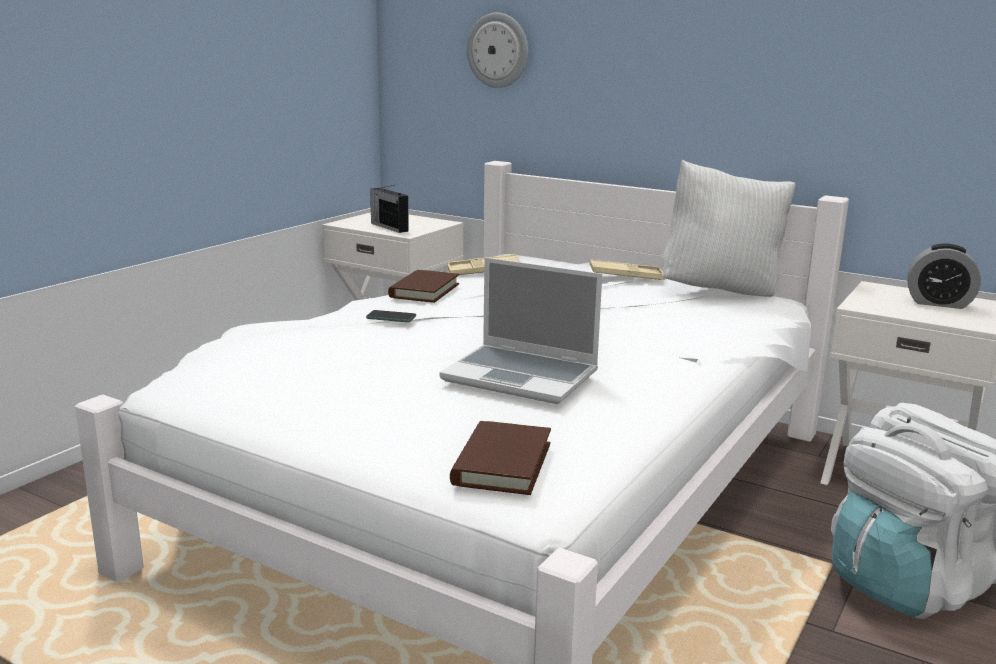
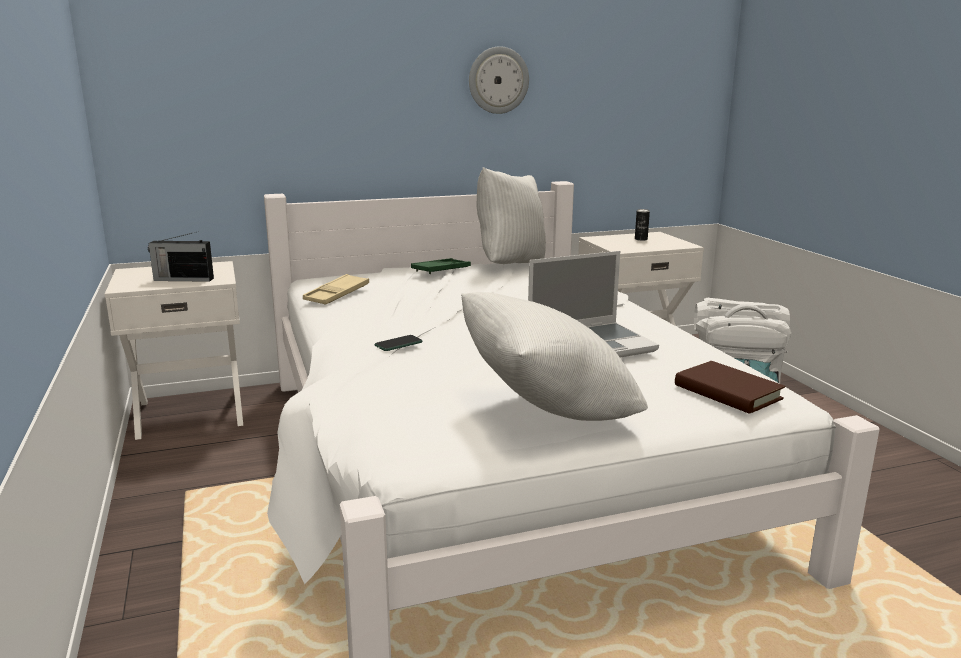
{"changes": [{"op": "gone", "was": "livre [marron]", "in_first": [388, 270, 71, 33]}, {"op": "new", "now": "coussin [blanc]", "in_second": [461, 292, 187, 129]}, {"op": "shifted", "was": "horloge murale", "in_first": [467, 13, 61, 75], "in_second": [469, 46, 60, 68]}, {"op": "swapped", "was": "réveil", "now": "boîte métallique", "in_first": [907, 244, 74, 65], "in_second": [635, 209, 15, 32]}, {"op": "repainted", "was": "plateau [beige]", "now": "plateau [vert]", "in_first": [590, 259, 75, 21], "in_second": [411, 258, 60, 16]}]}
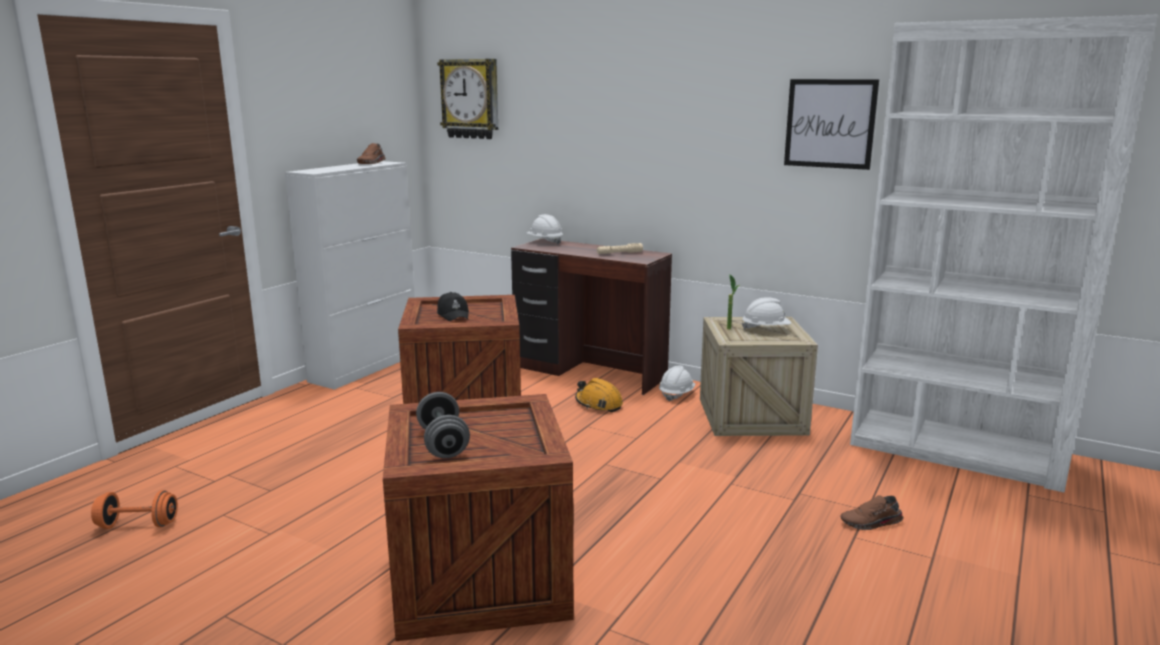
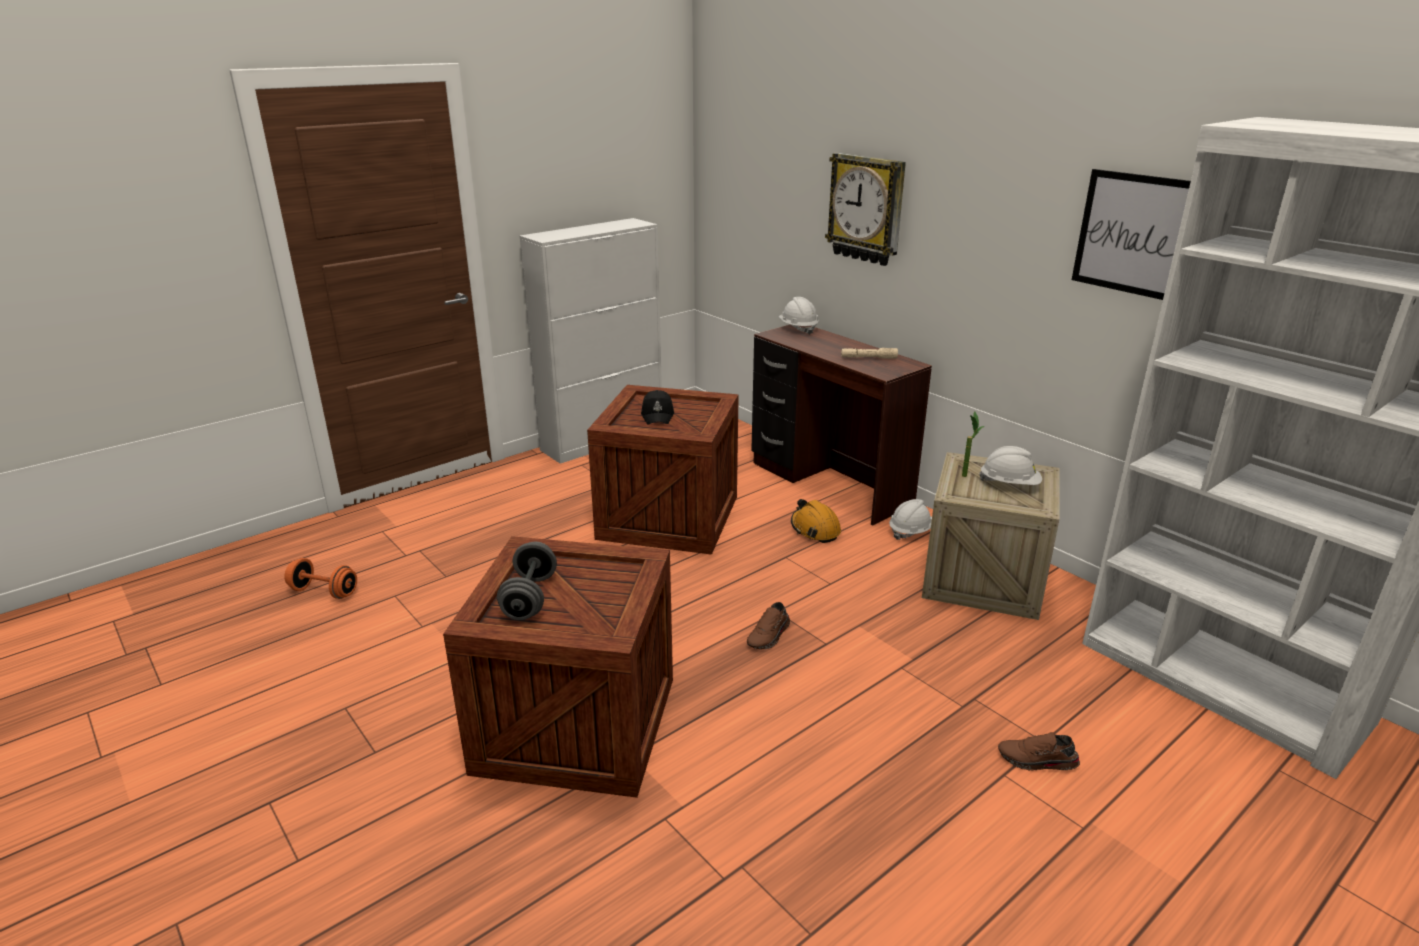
{"changes": [{"op": "shifted", "was": "chaussure [marron]", "in_first": [357, 143, 29, 21], "in_second": [747, 602, 43, 48]}, {"op": "shifted", "was": "horloge murale", "in_first": [437, 59, 61, 80], "in_second": [825, 153, 81, 113]}]}
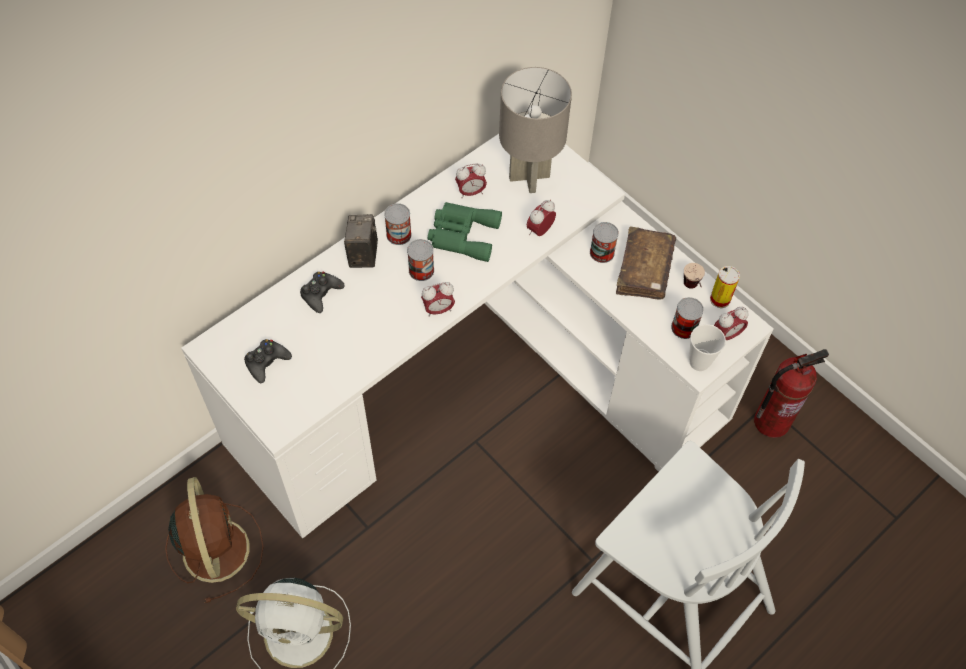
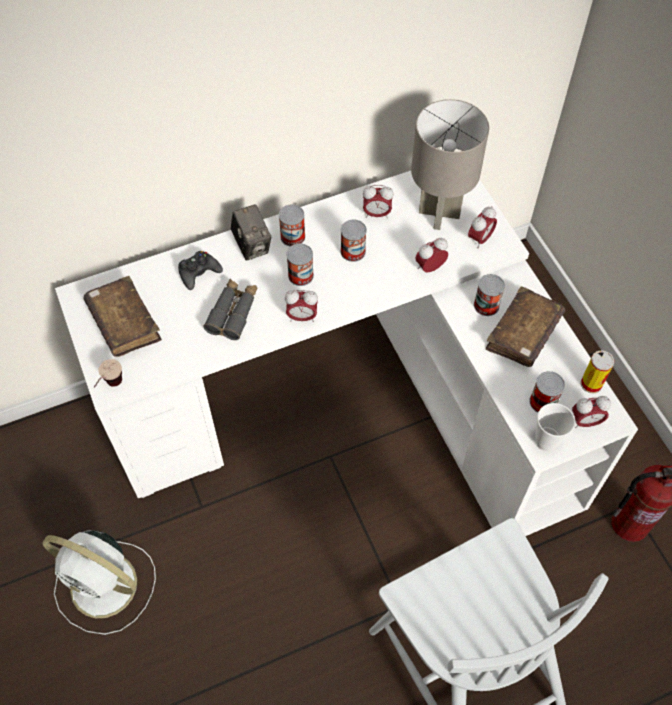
{"changes": [{"op": "gone", "was": "ventilateur [marron]", "in_first": [165, 477, 99, 126]}, {"op": "new", "now": "jumelles [gris]", "in_second": [203, 279, 54, 61]}, {"op": "new", "now": "réveil", "in_second": [468, 207, 29, 41]}, {"op": "shifted", "was": "tasse", "in_first": [684, 263, 21, 26], "in_second": [94, 359, 28, 29]}, {"op": "swapped", "was": "manette [noir]", "now": "livre [marron]", "in_first": [244, 339, 48, 44], "in_second": [83, 276, 79, 81]}, {"op": "swapped", "was": "jumelles [vert]", "now": "boîte métallique", "in_first": [428, 202, 74, 60], "in_second": [340, 220, 27, 42]}, {"op": "rotated", "was": "appareil photo", "in_first": [344, 214, 34, 54], "in_second": [231, 205, 40, 56], "clockwise": 135}]}
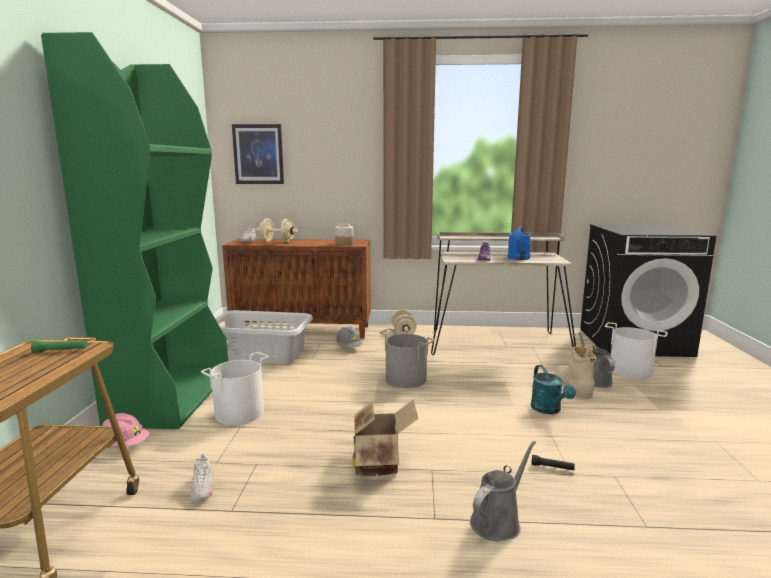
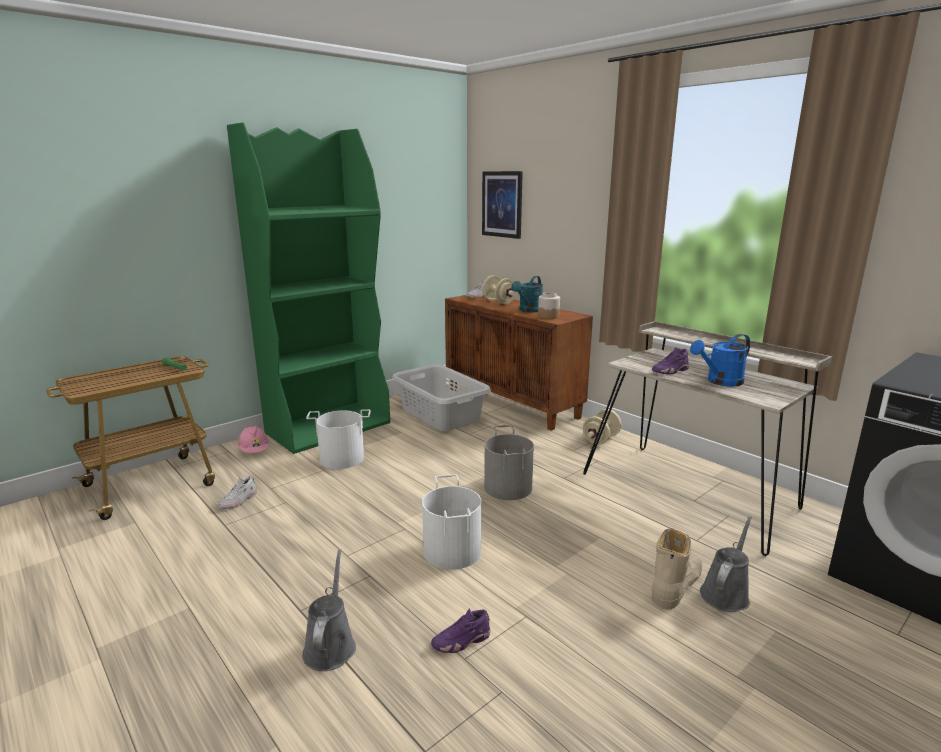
{"changes": [{"op": "gone", "was": "casque de chantier [gris]", "in_first": [336, 326, 26, 21]}, {"op": "gone", "was": "carton", "in_first": [353, 400, 65, 76]}, {"op": "shifted", "was": "arrosoir [turquoise]", "in_first": [531, 365, 45, 49], "in_second": [511, 276, 32, 37]}, {"op": "shifted", "was": "seau [blanc]", "in_first": [605, 322, 63, 57], "in_second": [422, 474, 60, 96]}, {"op": "swapped", "was": "lampe de poche [noir]", "now": "chaussure [violet]", "in_first": [531, 455, 44, 16], "in_second": [431, 609, 59, 44]}, {"op": "rotated", "was": "arrosoir [gris]", "in_first": [470, 441, 66, 100], "in_second": [302, 549, 54, 122], "clockwise": -90}]}
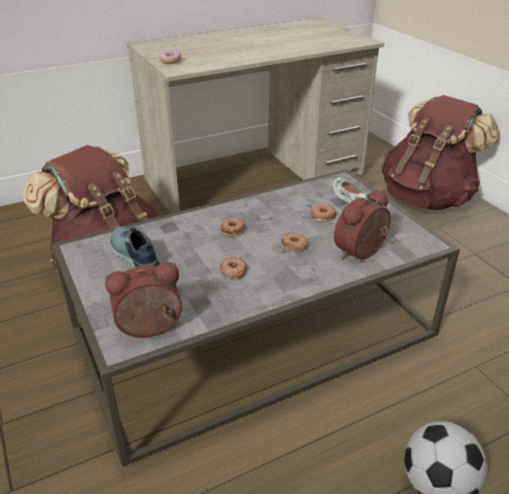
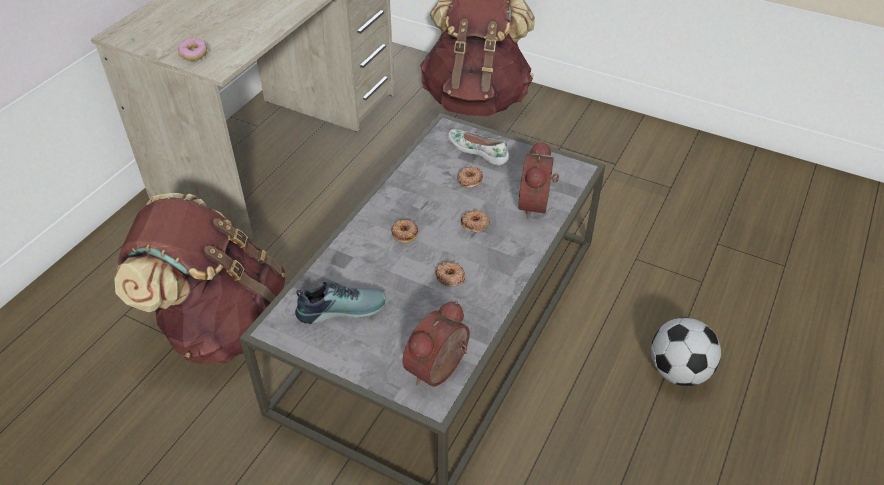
{"changes": [{"op": "rotated", "was": "chaussure", "in_first": [110, 227, 50, 41], "in_second": [295, 281, 91, 43], "clockwise": 150}]}
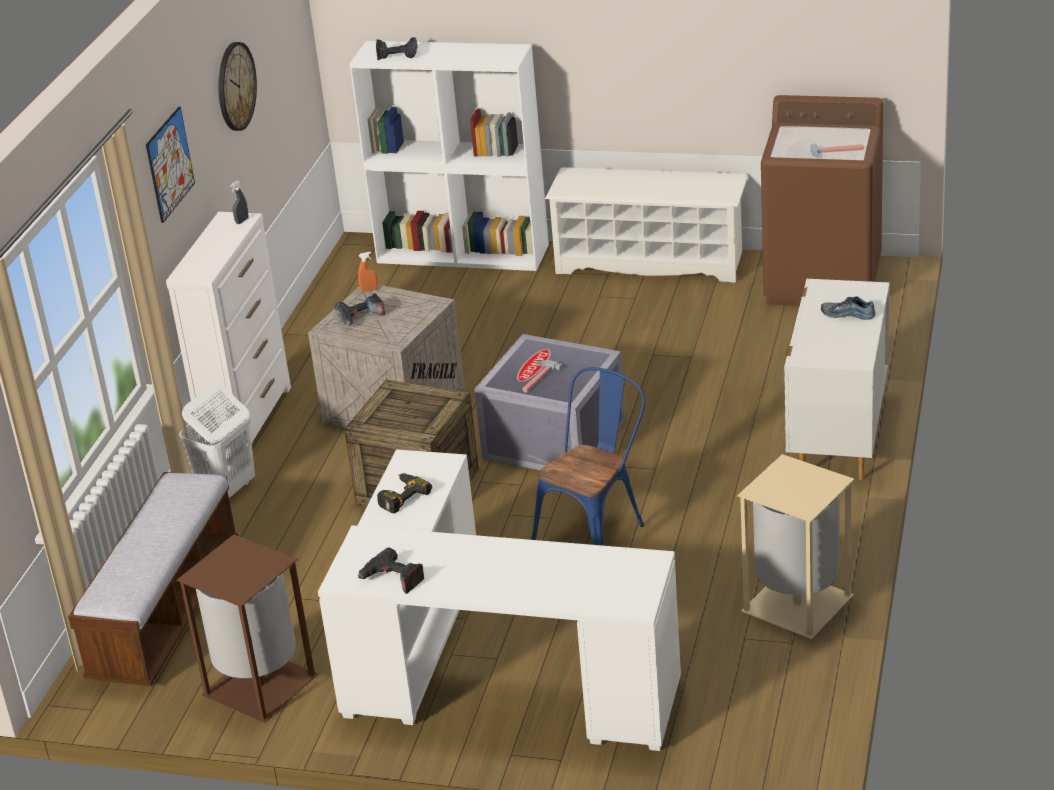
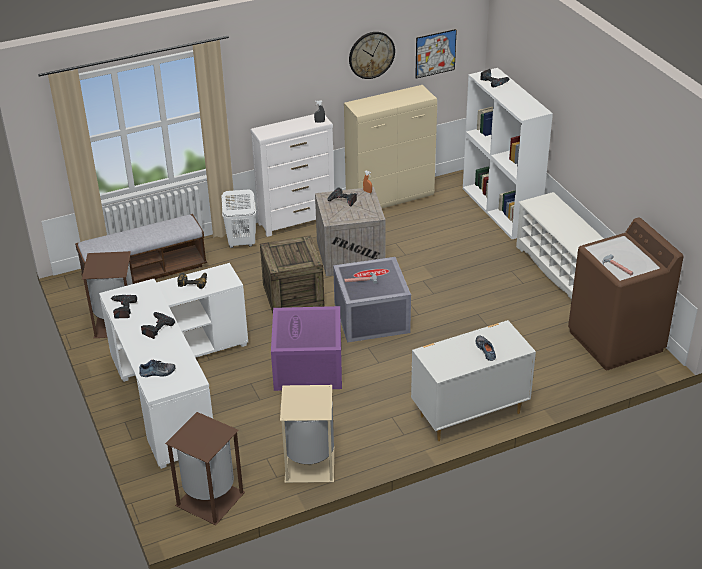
{"changes": [{"op": "new", "now": "chaussure", "in_second": [139, 359, 36, 18]}, {"op": "new", "now": "perceuse", "in_second": [141, 312, 34, 27]}, {"op": "new", "now": "poubelle [marron]", "in_second": [165, 412, 80, 113]}, {"op": "new", "now": "meuble de rangement [beige]", "in_second": [344, 85, 93, 123]}, {"op": "shifted", "was": "tableau", "in_first": [146, 107, 49, 116], "in_second": [415, 29, 42, 50]}, {"op": "swapped", "was": "chaise [bleu]", "now": "boîte de rangement [violet]", "in_first": [531, 367, 114, 179], "in_second": [271, 306, 71, 85]}]}
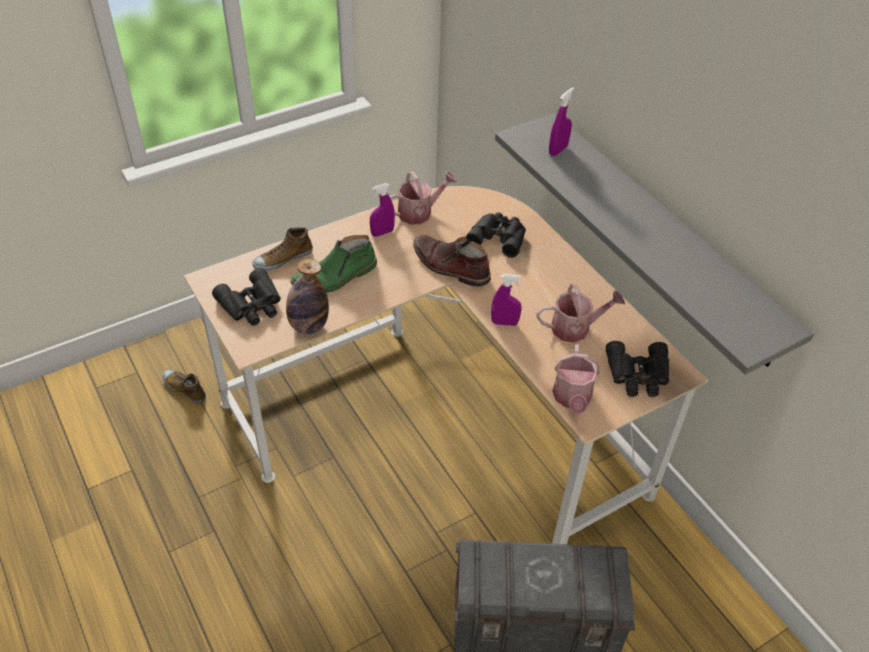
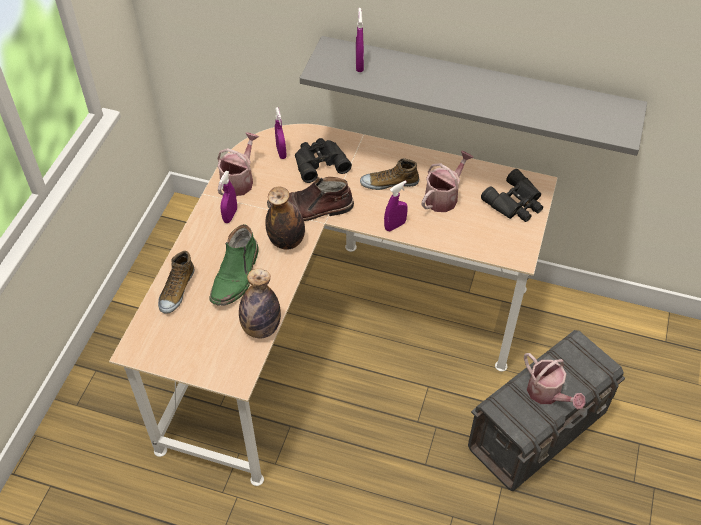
{"changes": [{"op": "gone", "was": "jumelles [noir]", "in_first": [212, 268, 69, 58]}, {"op": "new", "now": "bouteille", "in_second": [265, 187, 40, 63]}, {"op": "new", "now": "vaporisateur [violet]", "in_second": [275, 107, 12, 52]}, {"op": "shifted", "was": "chaussure", "in_first": [162, 370, 44, 33], "in_second": [360, 158, 59, 32]}, {"op": "shifted", "was": "arrosoir", "in_first": [552, 344, 48, 71], "in_second": [524, 353, 61, 56]}]}
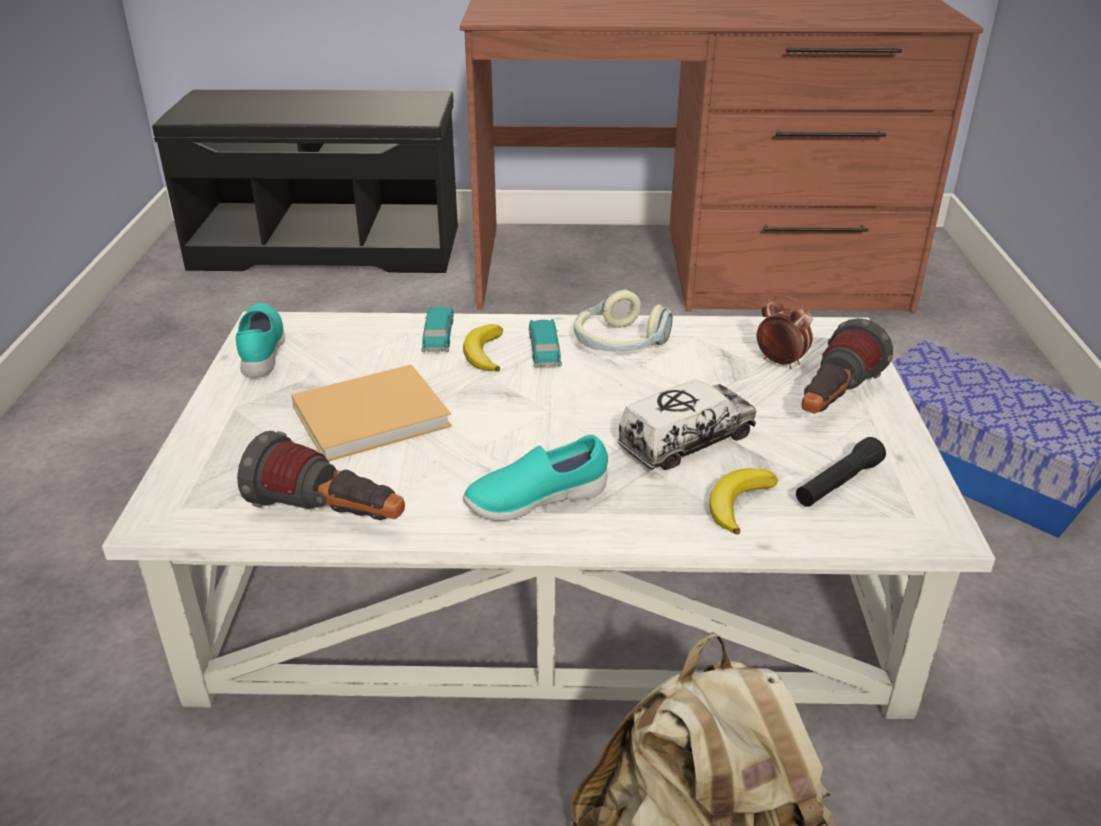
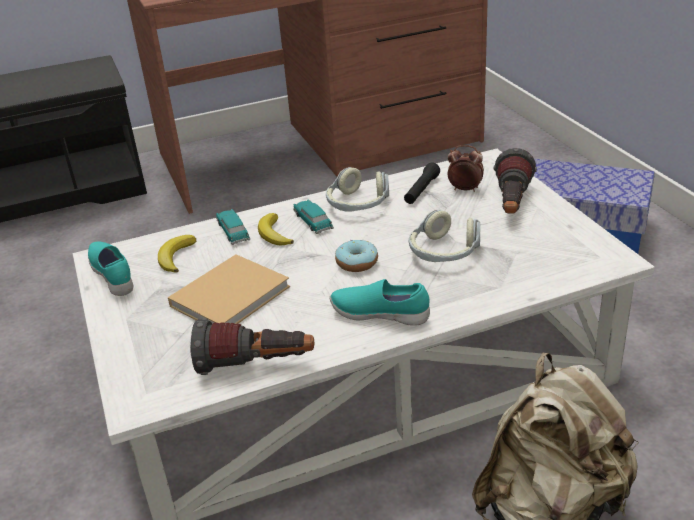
{"changes": [{"op": "new", "now": "beignet", "in_second": [335, 240, 43, 32]}, {"op": "shifted", "was": "banane", "in_first": [709, 468, 69, 67], "in_second": [158, 235, 38, 38]}, {"op": "shifted", "was": "lampe de poche [noir]", "in_first": [796, 437, 90, 70], "in_second": [404, 163, 36, 41]}, {"op": "swapped", "was": "camion jouet", "now": "casque audio", "in_first": [617, 379, 139, 91], "in_second": [409, 210, 72, 52]}, {"op": "rotated", "was": "chaussure [turquoise]", "in_first": [463, 435, 145, 86], "in_second": [330, 279, 100, 47], "clockwise": 60}]}
